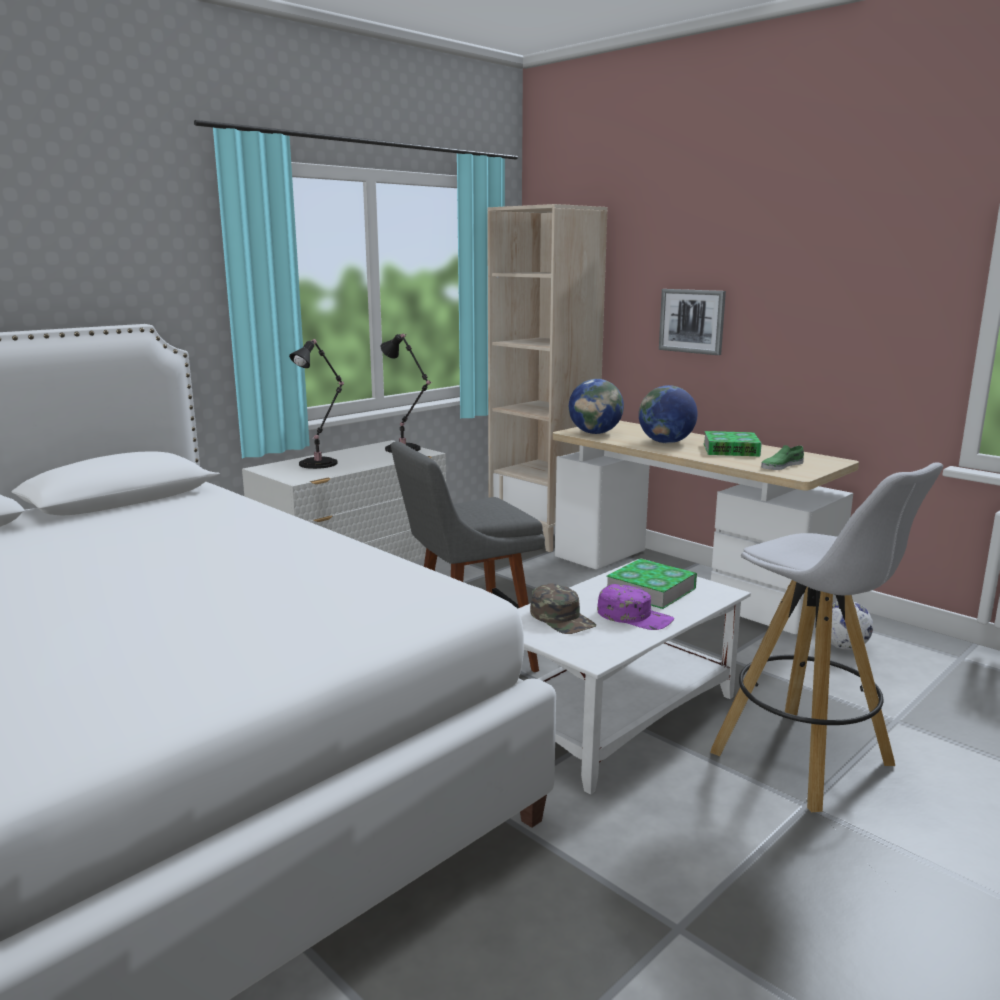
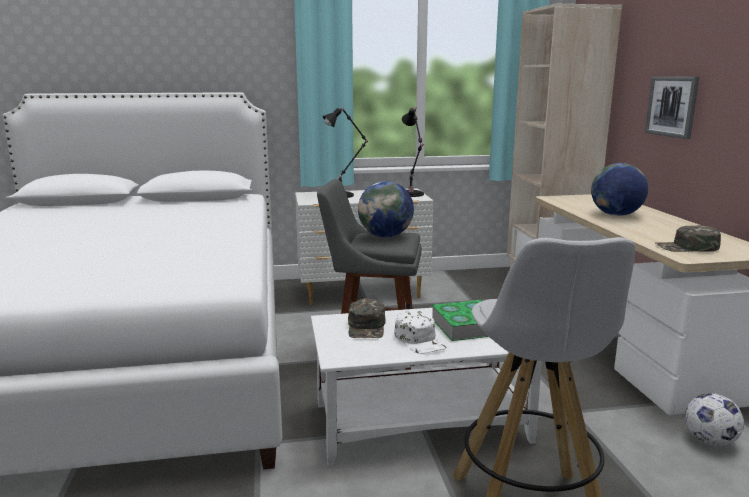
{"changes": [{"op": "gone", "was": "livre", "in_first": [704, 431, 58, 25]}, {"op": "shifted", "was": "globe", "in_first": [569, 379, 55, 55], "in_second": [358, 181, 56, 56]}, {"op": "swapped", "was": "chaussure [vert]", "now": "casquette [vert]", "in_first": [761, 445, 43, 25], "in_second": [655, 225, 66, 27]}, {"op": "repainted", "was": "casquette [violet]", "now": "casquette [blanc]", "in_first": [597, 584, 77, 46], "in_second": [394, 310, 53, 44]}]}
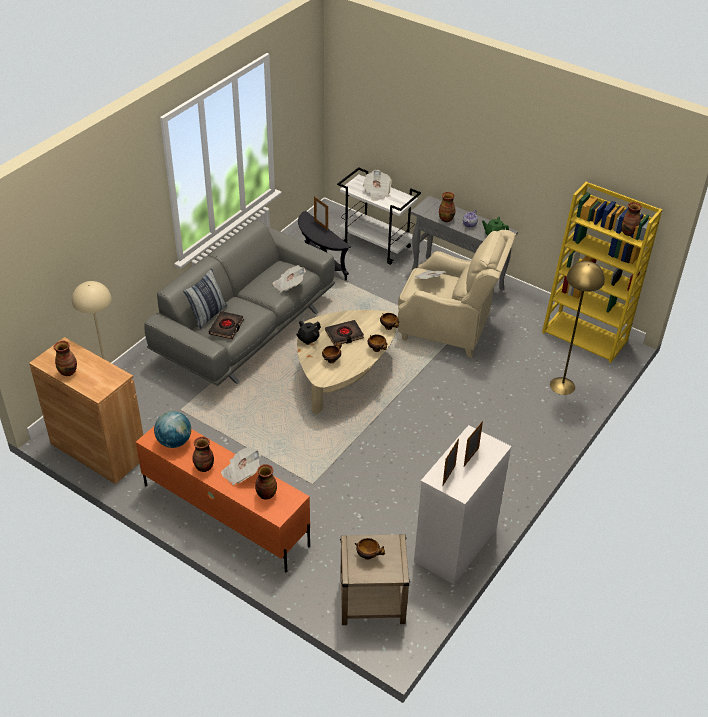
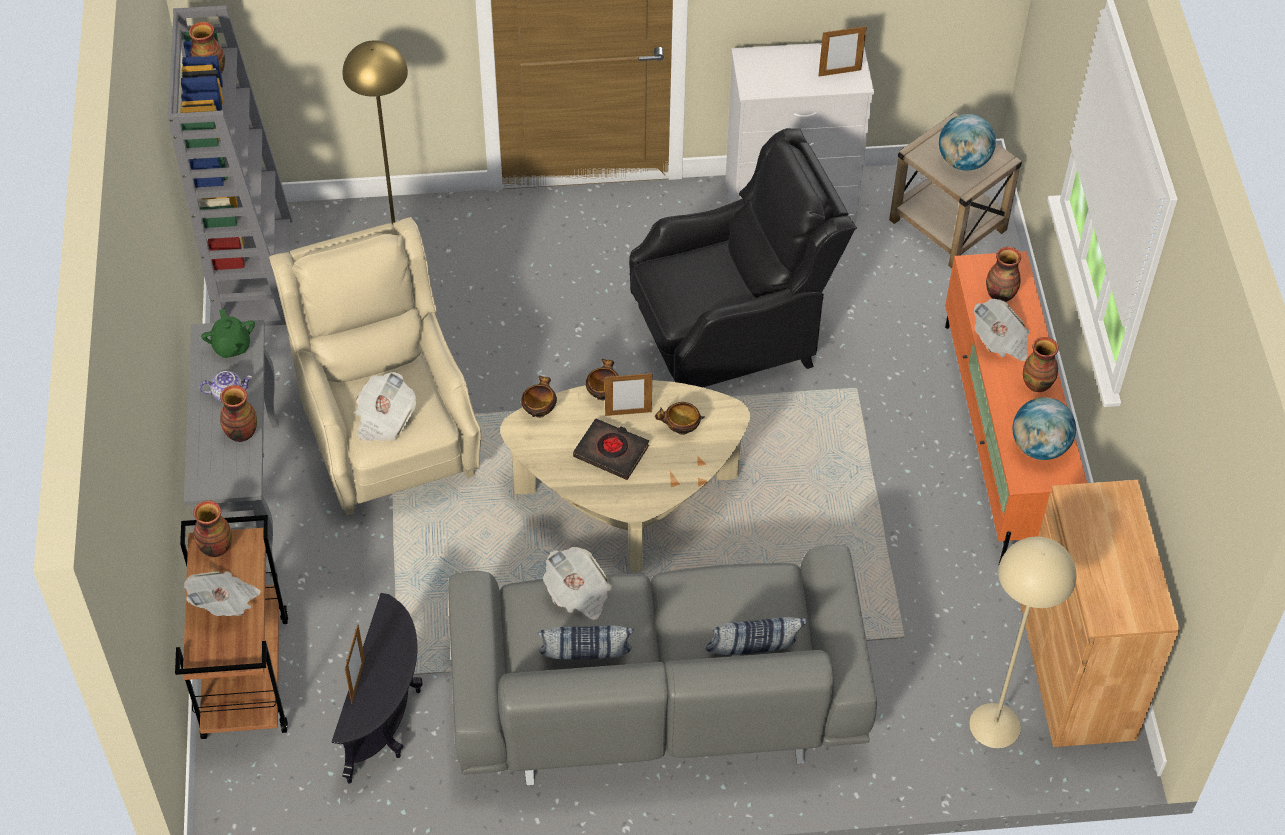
{"changes": [{"op": "gone", "was": "livre [noir]", "in_first": [208, 311, 36, 28]}, {"op": "gone", "was": "théière [noir]", "in_first": [296, 321, 25, 24]}, {"op": "new", "now": "coussin", "in_second": [537, 626, 97, 33]}, {"op": "new", "now": "fauteuil [noir]", "in_second": [629, 128, 228, 259]}, {"op": "shifted", "was": "vase", "in_first": [54, 341, 23, 35], "in_second": [193, 501, 39, 56]}, {"op": "shifted", "was": "cadre photo", "in_first": [464, 421, 19, 46], "in_second": [605, 372, 47, 44]}, {"op": "swapped", "was": "bol", "now": "globe", "in_first": [355, 538, 30, 22], "in_second": [939, 114, 57, 57]}, {"op": "repainted", "was": "chariot [blanc]", "now": "chariot [marron]", "in_first": [337, 167, 84, 98], "in_second": [175, 515, 113, 224]}, {"op": "repainted", "was": "bibliothèque [jaune]", "now": "bibliothèque [gris]", "in_first": [542, 182, 120, 181], "in_second": [167, 5, 126, 321]}]}
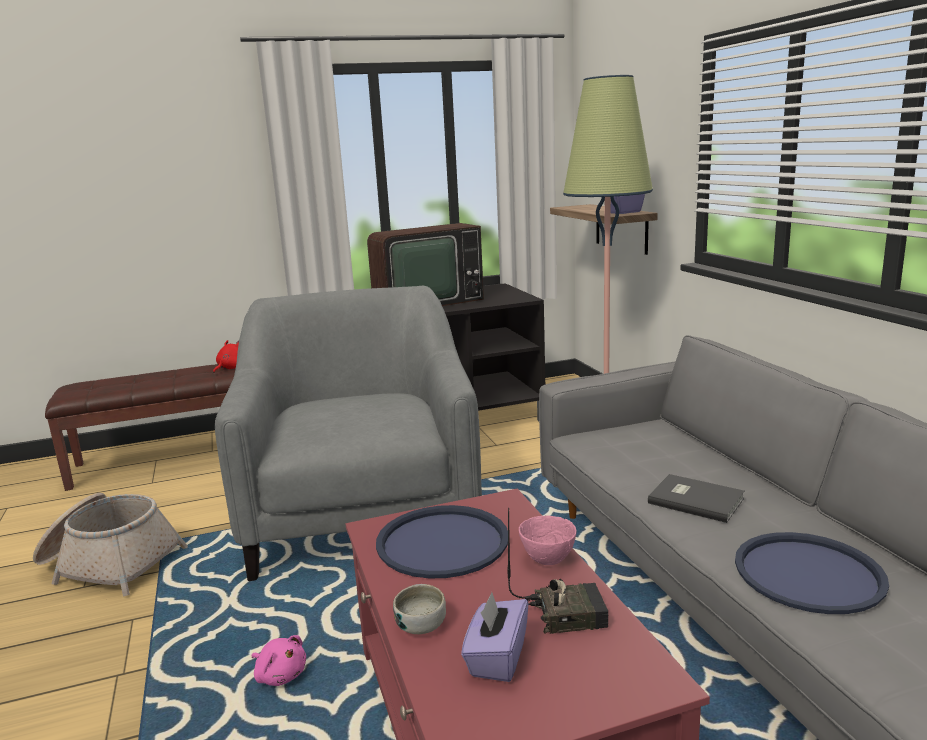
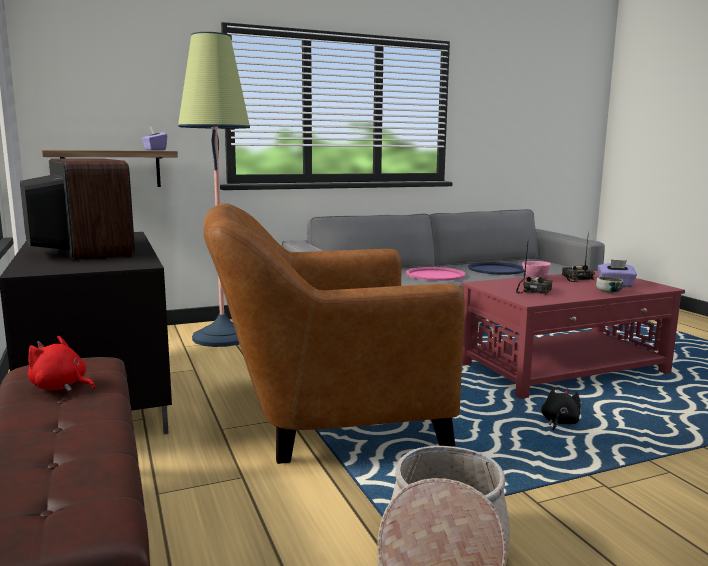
{"changes": [{"op": "swapped", "was": "plateau [bleu]", "now": "radio", "in_first": [376, 505, 132, 74], "in_second": [516, 244, 36, 51]}, {"op": "swapped", "was": "livre [gris]", "now": "plateau [rose]", "in_first": [648, 474, 97, 49], "in_second": [406, 267, 60, 14]}, {"op": "repainted", "was": "fauteuil [gris]", "now": "fauteuil [marron]", "in_first": [215, 286, 267, 295], "in_second": [203, 203, 262, 261]}, {"op": "repainted", "was": "peluche [rose]", "now": "peluche [noir]", "in_first": [252, 635, 54, 51], "in_second": [541, 387, 40, 44]}]}
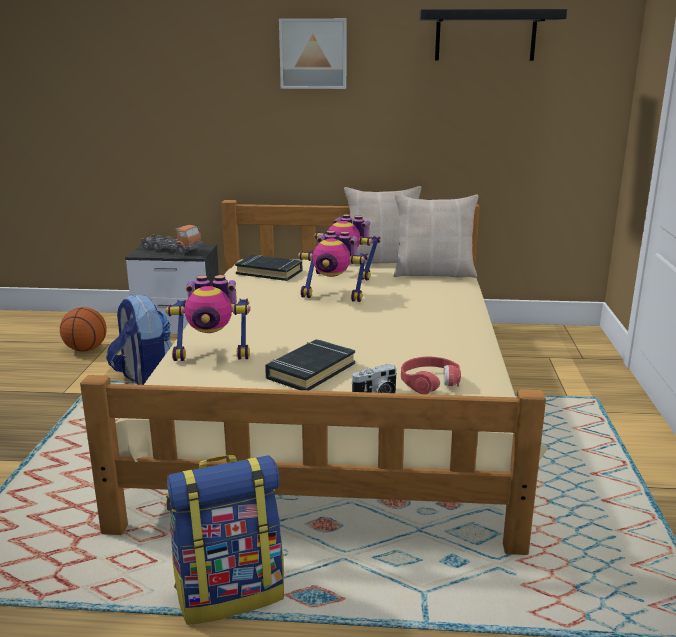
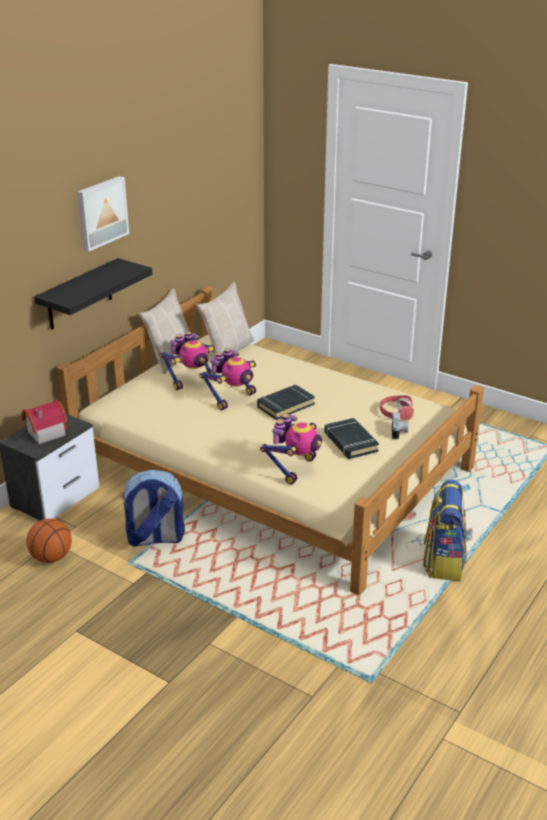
{"changes": [{"op": "shifted", "was": "livre [noir]", "in_first": [235, 255, 67, 26], "in_second": [257, 385, 58, 35]}, {"op": "shifted", "was": "étagère [noir]", "in_first": [419, 9, 148, 52], "in_second": [34, 258, 118, 71]}, {"op": "swapped", "was": "camion jouet", "now": "maison miniature", "in_first": [140, 225, 63, 29], "in_second": [22, 399, 46, 45]}]}
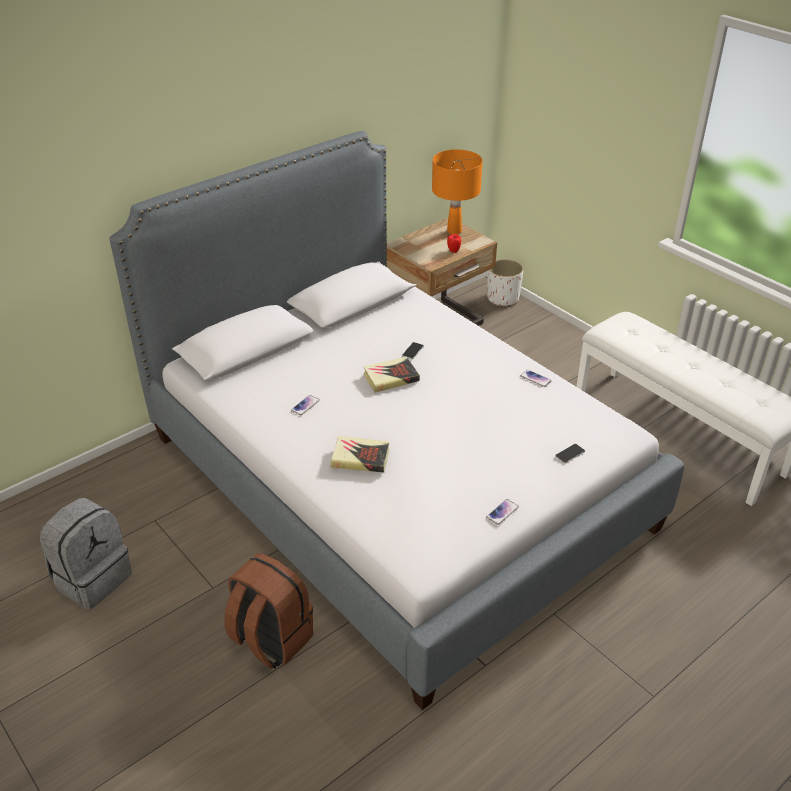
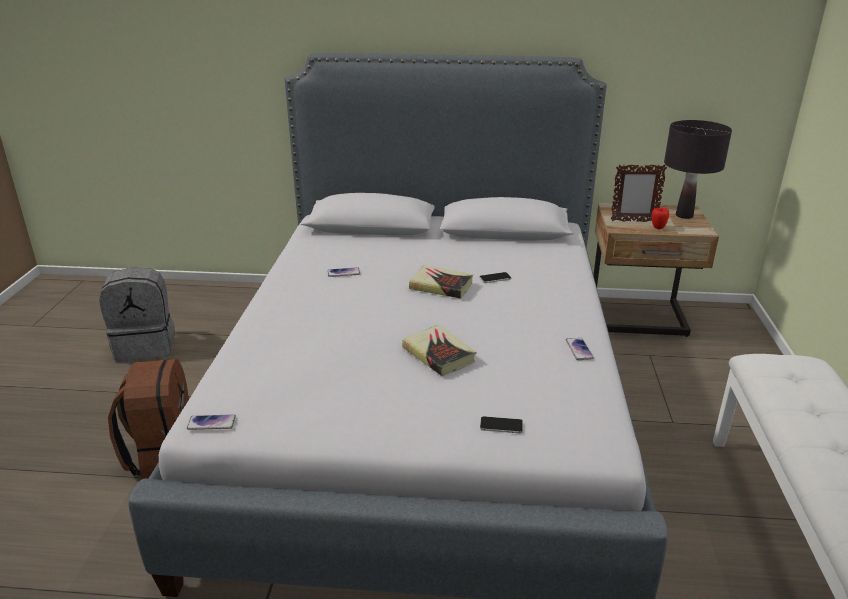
{"changes": [{"op": "gone", "was": "cache-pot [blanc]", "in_first": [487, 259, 37, 47]}, {"op": "new", "now": "cadre photo", "in_second": [611, 165, 56, 57]}, {"op": "shifted", "was": "livre", "in_first": [330, 436, 59, 37], "in_second": [402, 325, 75, 51]}, {"op": "shifted", "was": "téléphone", "in_first": [486, 499, 33, 26], "in_second": [187, 414, 49, 16]}, {"op": "repainted", "was": "lampe de table [orange]", "now": "lampe de table [noir]", "in_first": [432, 149, 51, 85], "in_second": [664, 120, 68, 99]}]}
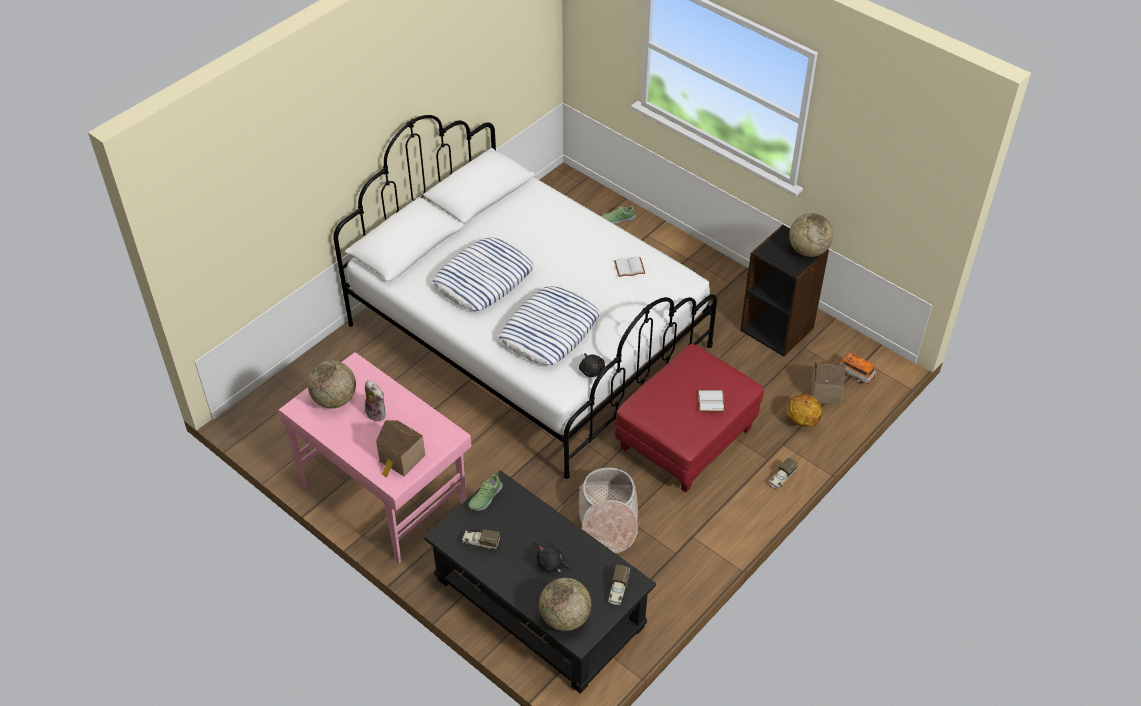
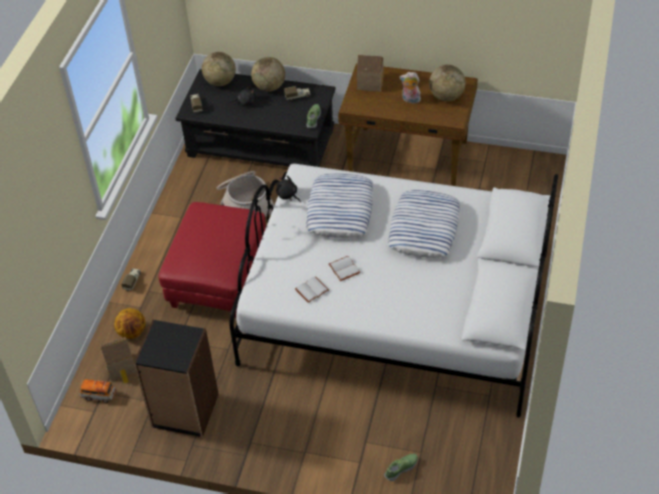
{"changes": [{"op": "shifted", "was": "livre [blanc]", "in_first": [698, 390, 27, 23], "in_second": [329, 256, 31, 25]}, {"op": "shifted", "was": "globe", "in_first": [789, 213, 44, 44], "in_second": [251, 57, 34, 35]}, {"op": "repainted", "was": "bureau [rose]", "now": "bureau [marron]", "in_first": [278, 352, 194, 211], "in_second": [338, 63, 140, 123]}]}
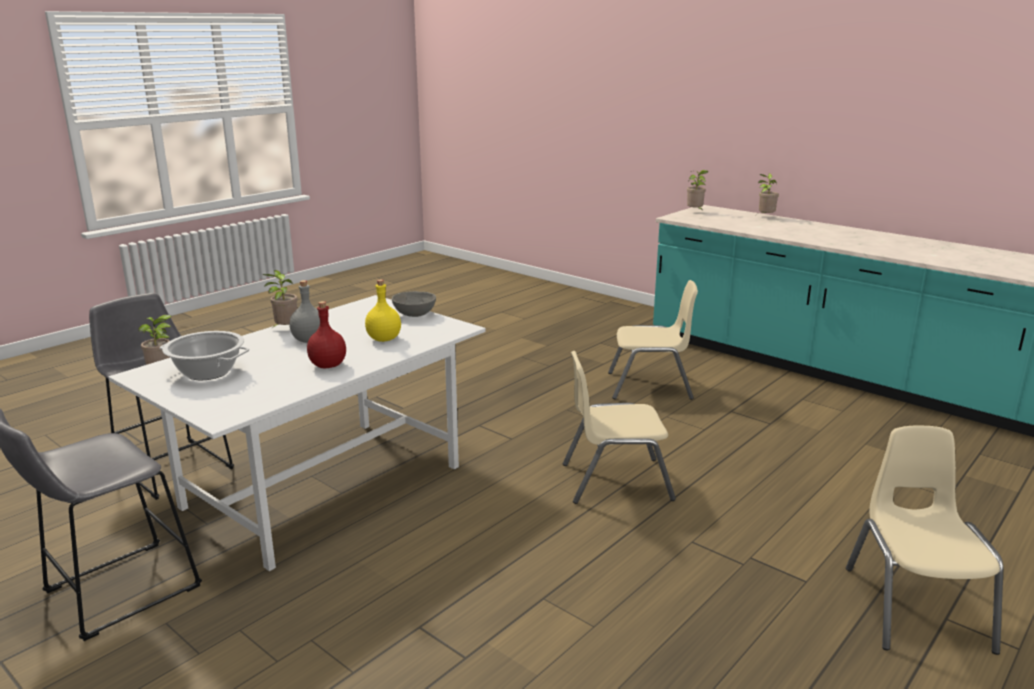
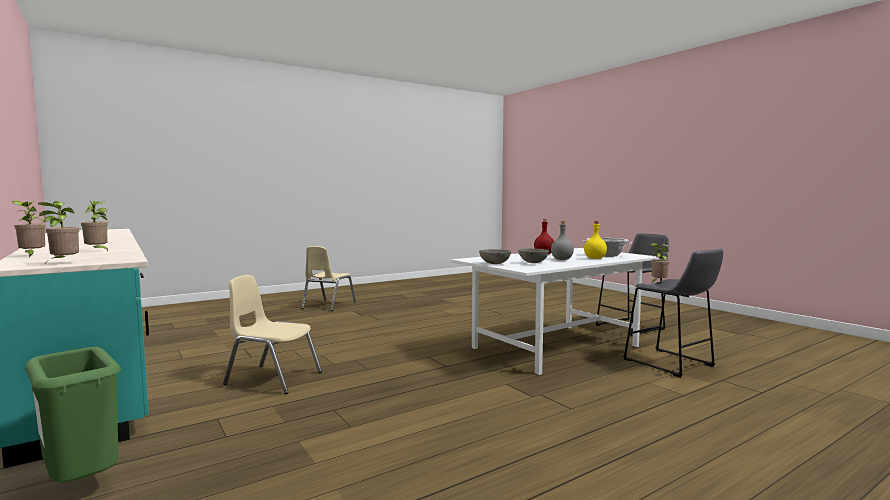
{"changes": [{"op": "gone", "was": "chaise [beige]", "in_first": [563, 351, 113, 153]}, {"op": "new", "now": "poubelle [vert]", "in_second": [25, 347, 96, 136]}, {"op": "new", "now": "bol [gris]", "in_second": [518, 248, 31, 15]}, {"op": "shifted", "was": "plante en pot", "in_first": [263, 270, 34, 59], "in_second": [81, 201, 27, 50]}, {"op": "shifted", "was": "bouteille [jaune]", "in_first": [365, 279, 36, 63], "in_second": [584, 221, 23, 38]}]}
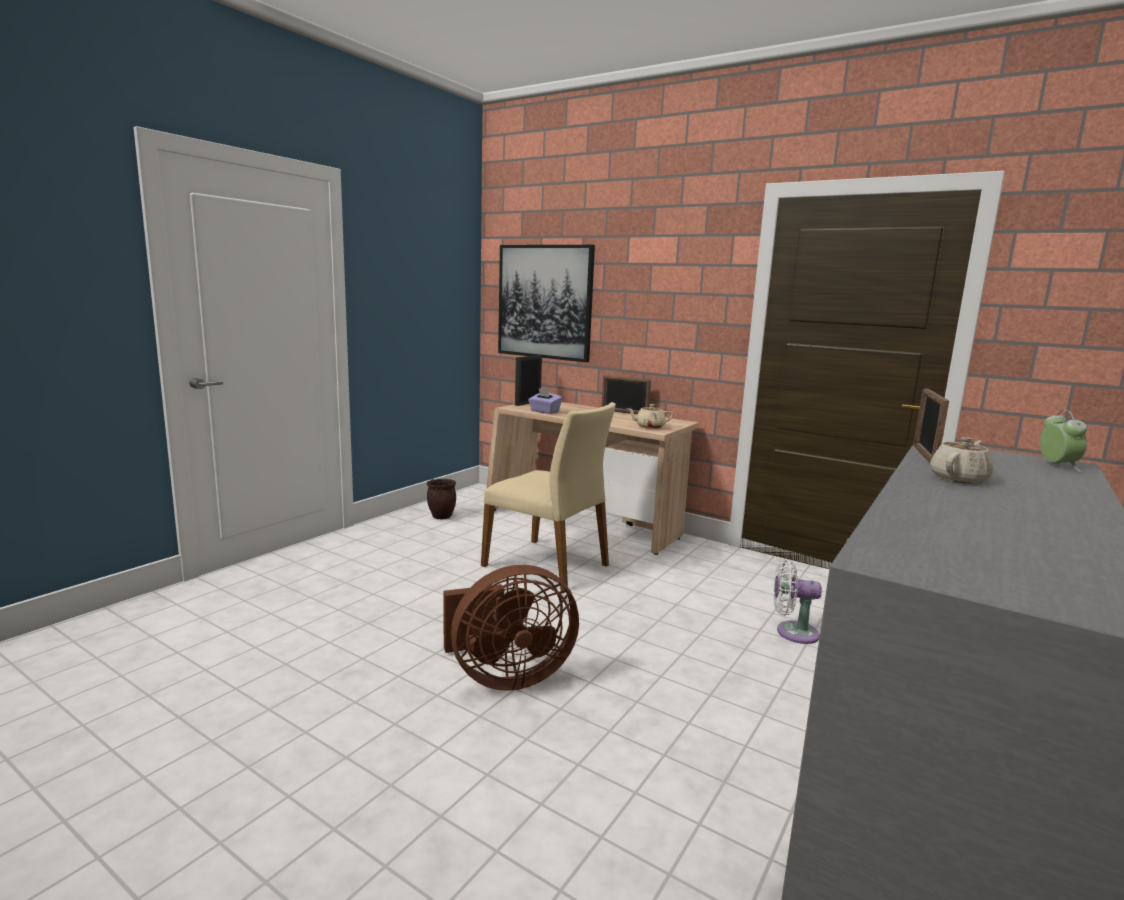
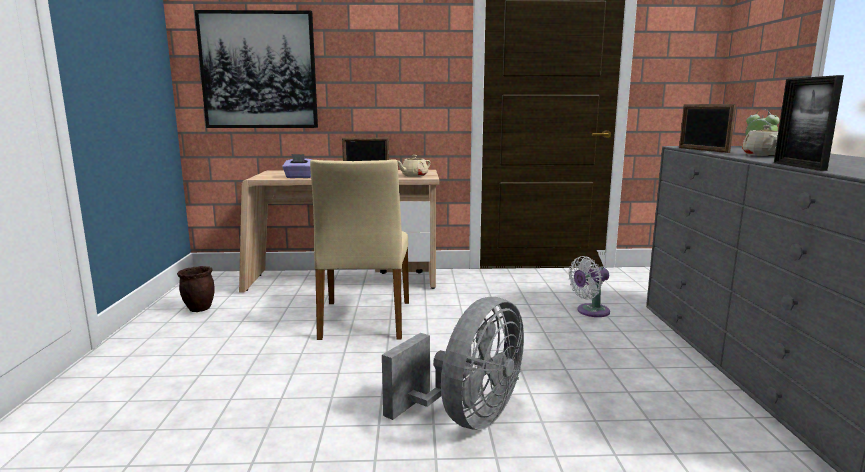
{"changes": [{"op": "shifted", "was": "cadre photo", "in_first": [515, 355, 27, 51], "in_second": [774, 75, 70, 96]}, {"op": "repainted", "was": "ventilateur [marron]", "now": "ventilateur [gris]", "in_first": [443, 565, 136, 126], "in_second": [382, 297, 142, 133]}, {"op": "rotated", "was": "chaise [beige]", "in_first": [481, 402, 135, 189], "in_second": [310, 159, 99, 181], "clockwise": 90}]}
